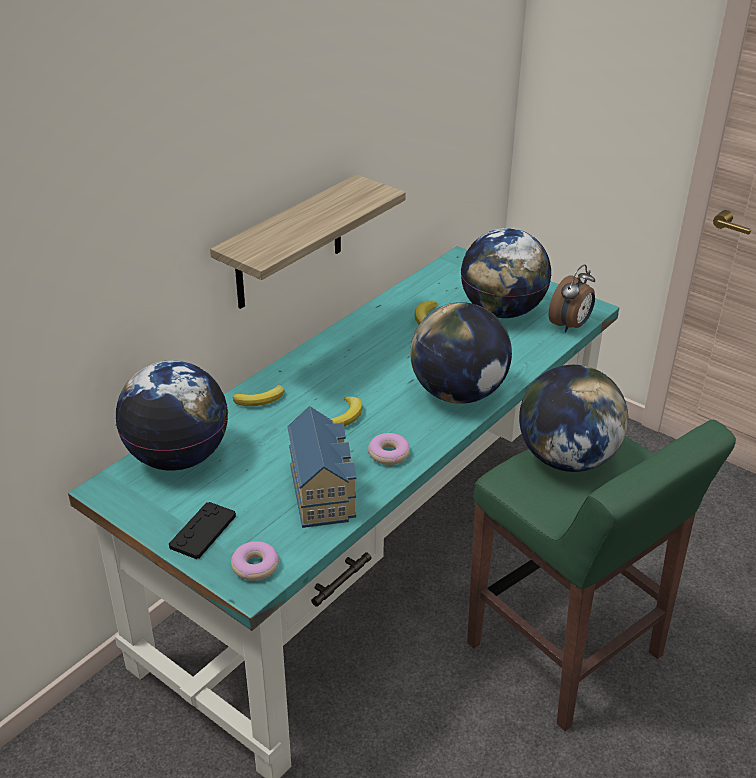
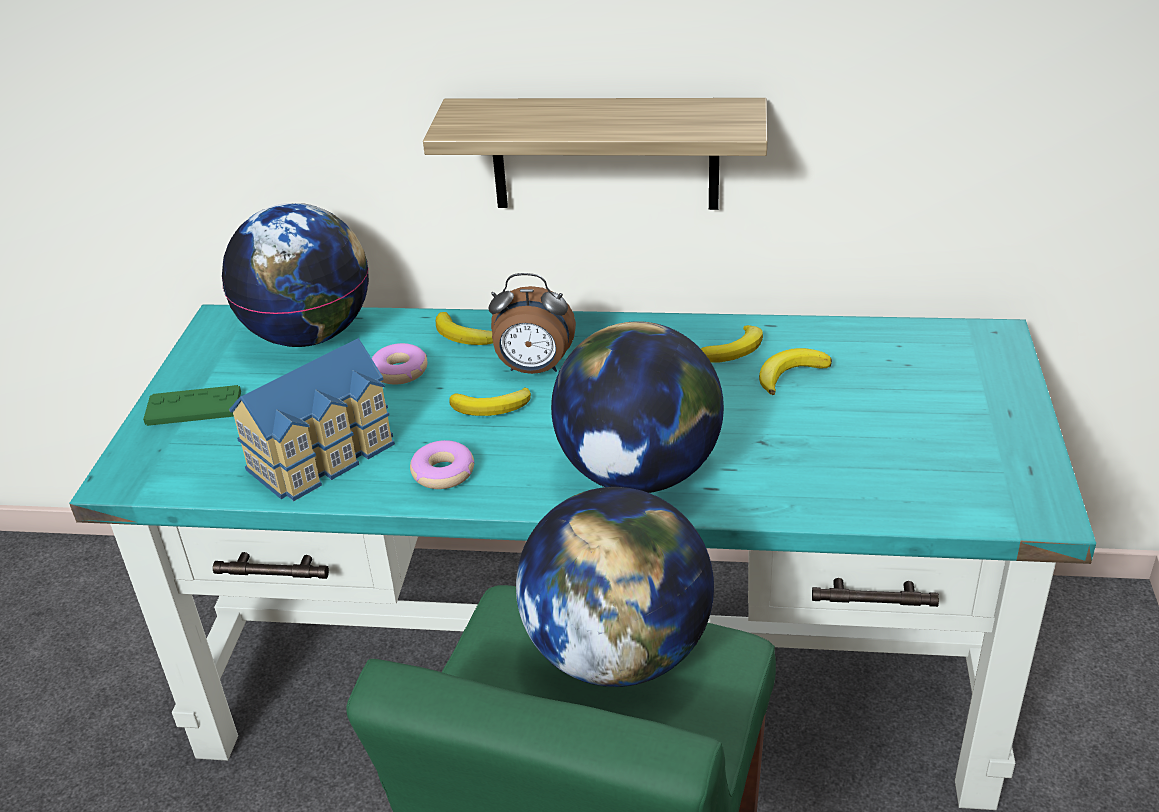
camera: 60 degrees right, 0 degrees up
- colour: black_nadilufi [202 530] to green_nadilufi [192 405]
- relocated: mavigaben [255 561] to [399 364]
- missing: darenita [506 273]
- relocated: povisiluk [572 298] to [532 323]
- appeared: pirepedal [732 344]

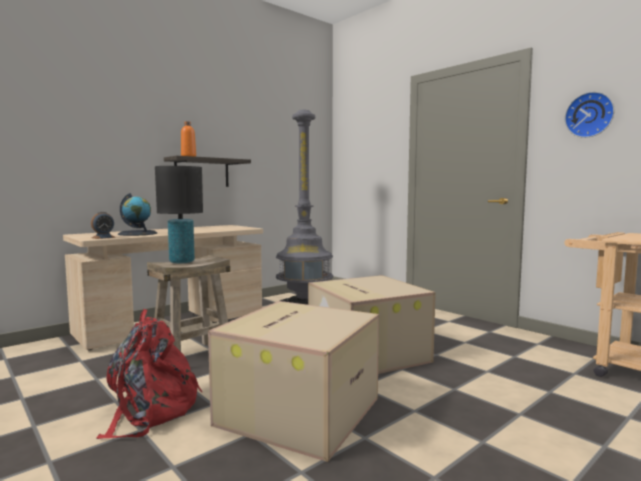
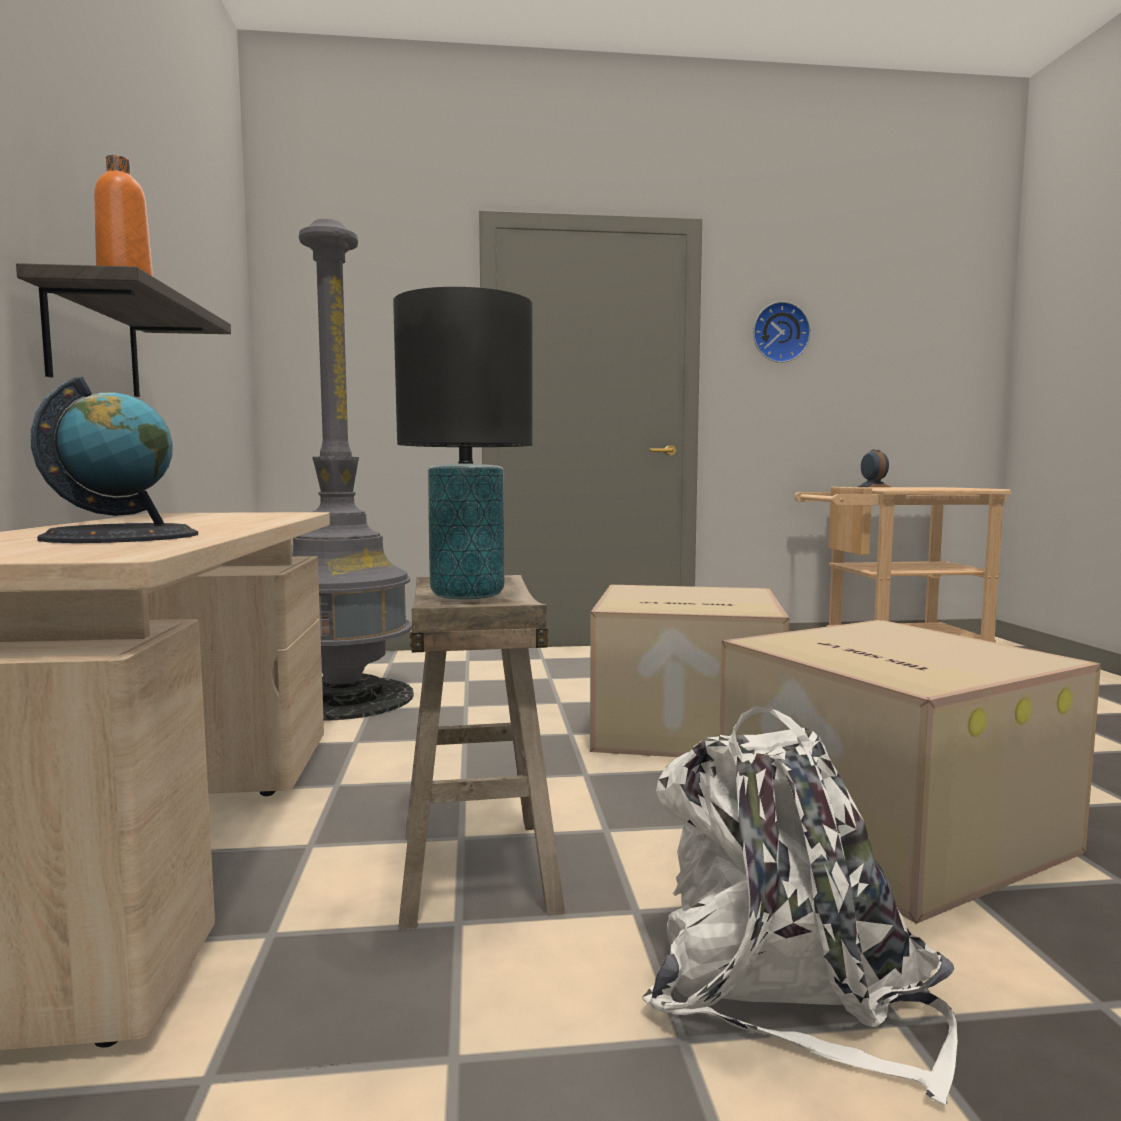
camera: 55 degrees left, 0 degrees up
- relocated: povisiluk [103 225] to [873 468]
- colour: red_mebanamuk [149 374] to white_mebanamuk [800 905]

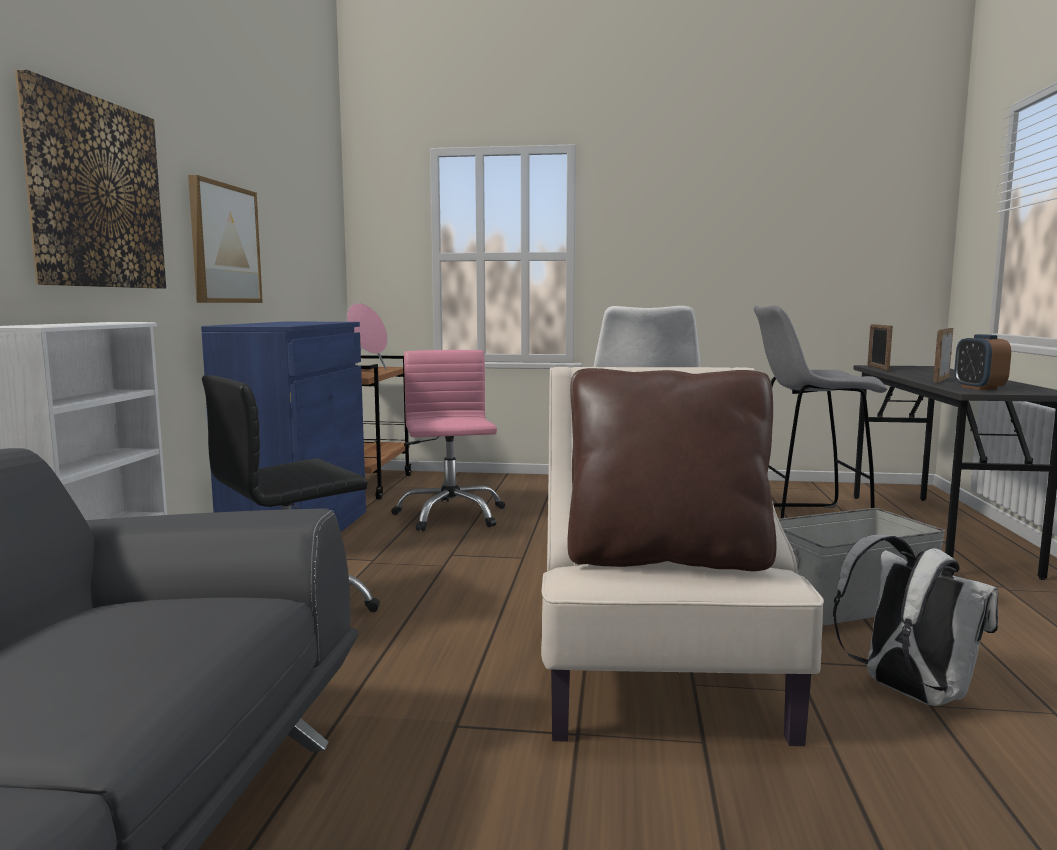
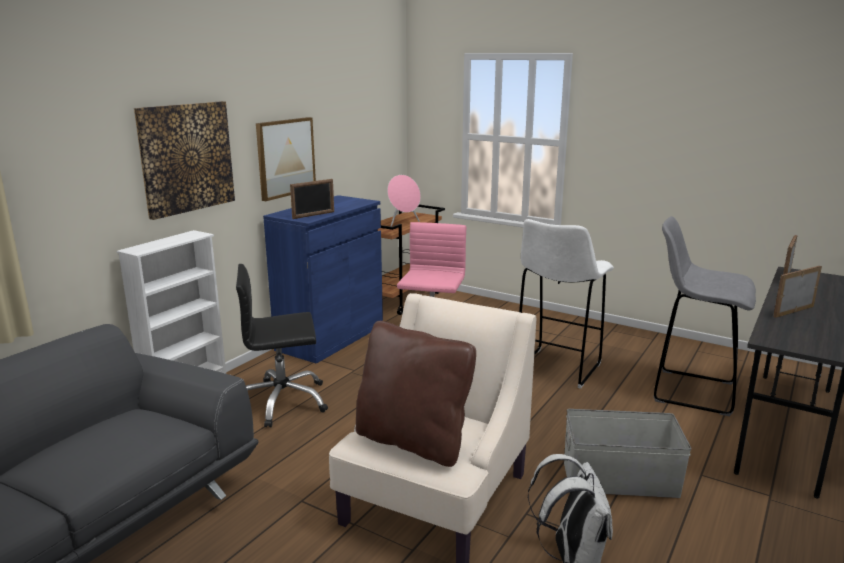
camera: 25 degrees right, 10 degrees up
- missing: povisiluk [982 362]
- appeared: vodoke [312 199]

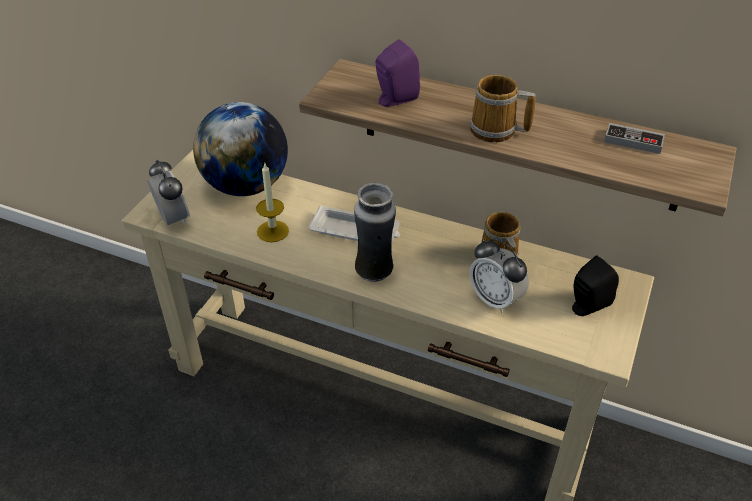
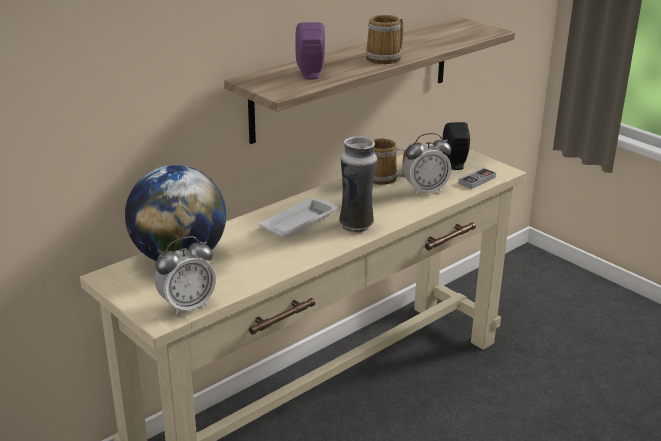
camera: 65 degrees left, 15 degrees down
- spun: povisiluk [168 192] = [185 276] 150 degrees clockwise
- missing: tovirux [272 203]
- relocated: nadilufi [634 138] to [477 178]

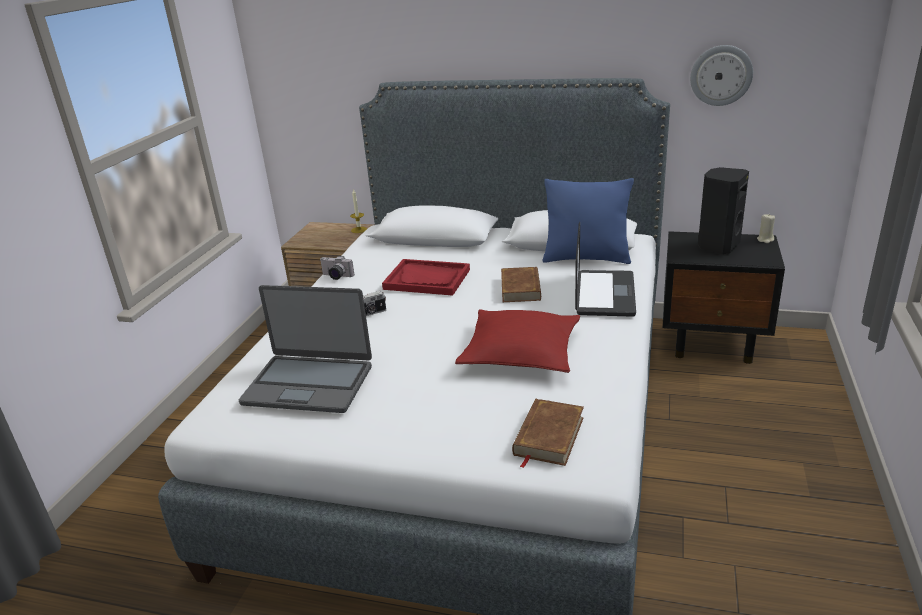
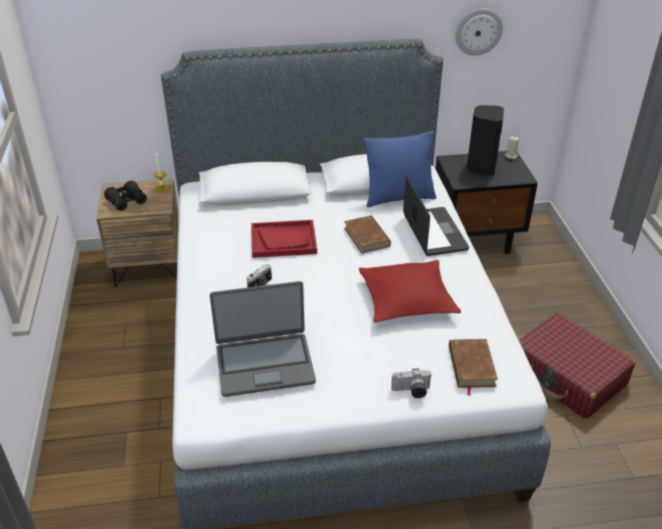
camera: 25 degrees left, 10 degrees up
- relocated: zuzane [337 268] to [411 383]
- appeared: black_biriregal [125 196]
- appeared: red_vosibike [577 366]

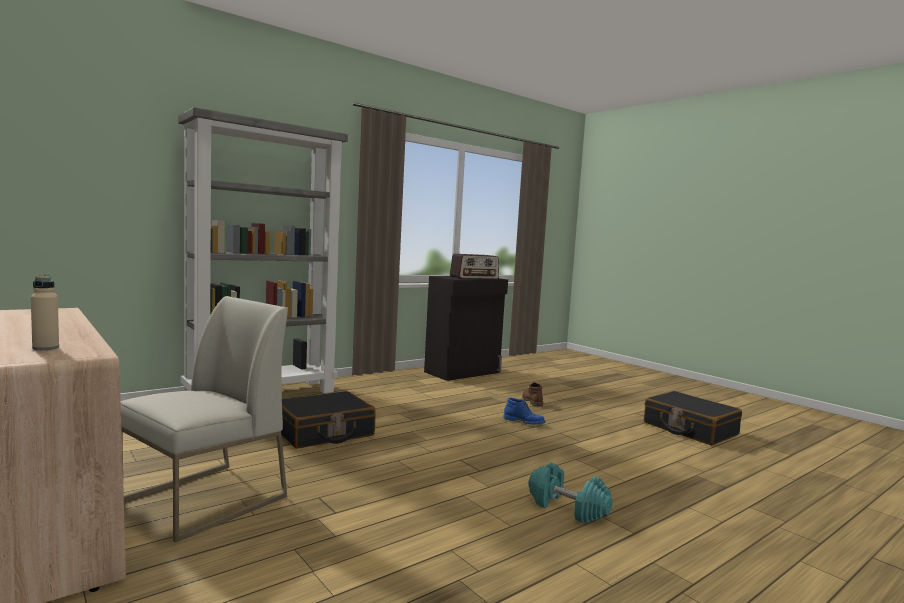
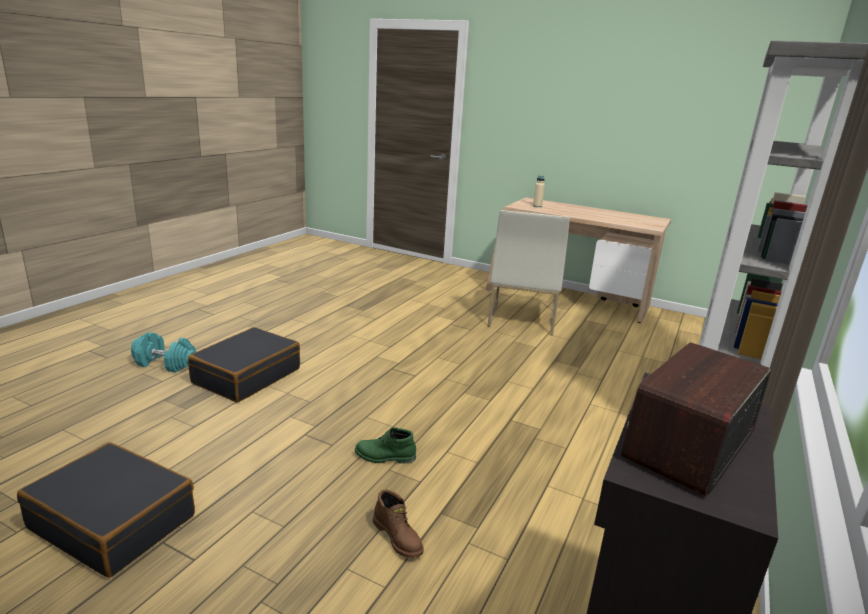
camera: 155 degrees right, 15 degrees up
- relocated: black_vosibike [328 420] to [244 365]
- colour: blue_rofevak [524 411] to green_rofevak [385 445]
- relocated: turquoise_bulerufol [571 492] to [163 352]

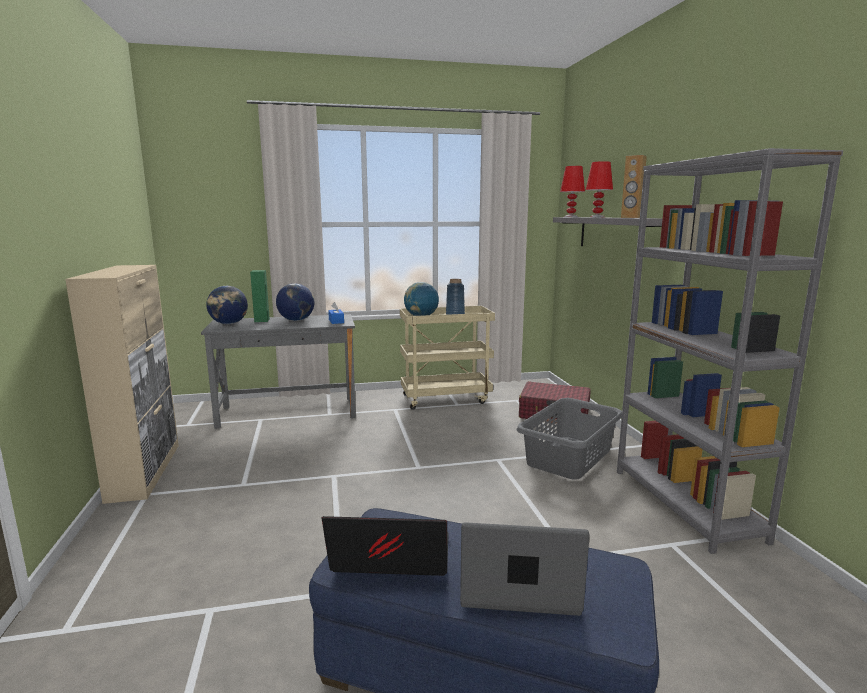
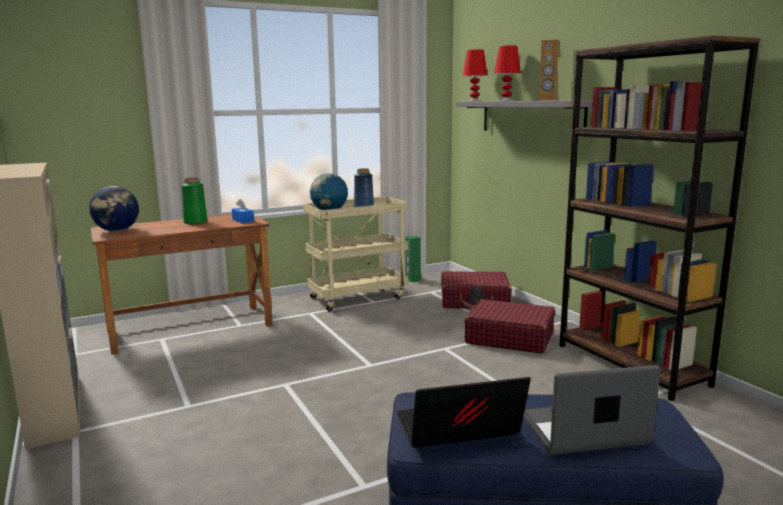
camera: 15 degrees left, 0 degrees up
- colour: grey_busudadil [278 371] to brown_busudadil [181 284]
- relocated: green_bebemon [260 296] to [413 259]
- exchanged: darenita [295 302] to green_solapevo [194 201]
- exchanged: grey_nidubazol [569 439] to red_vosibike [510 326]
- colour: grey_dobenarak [730 351] to brown_dobenarak [660 218]

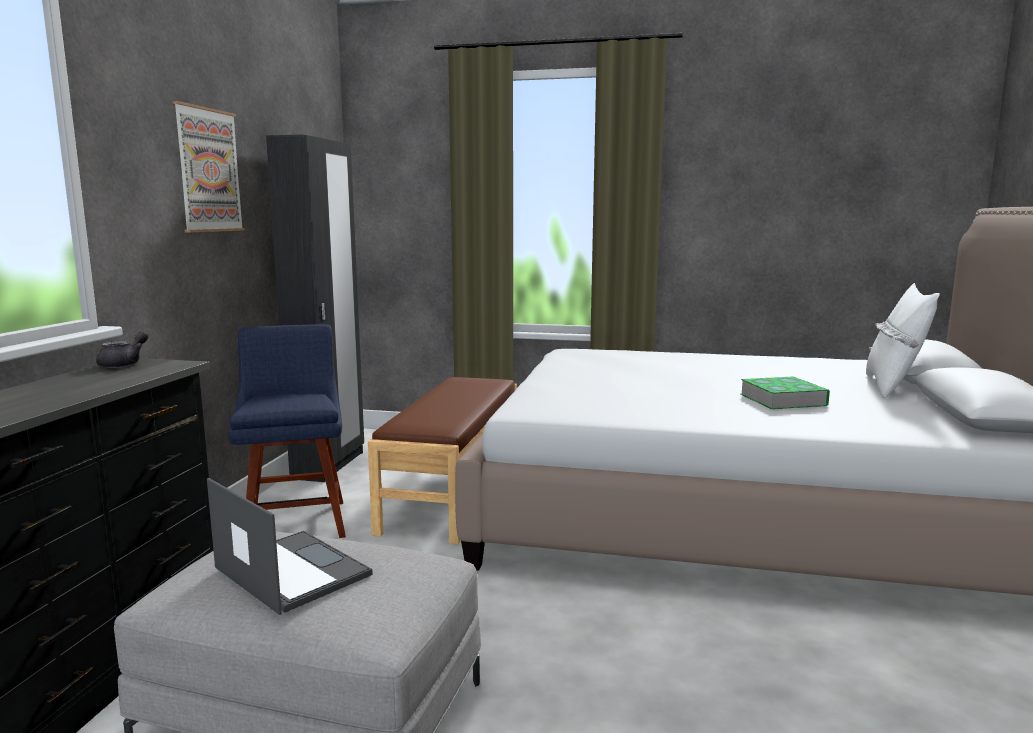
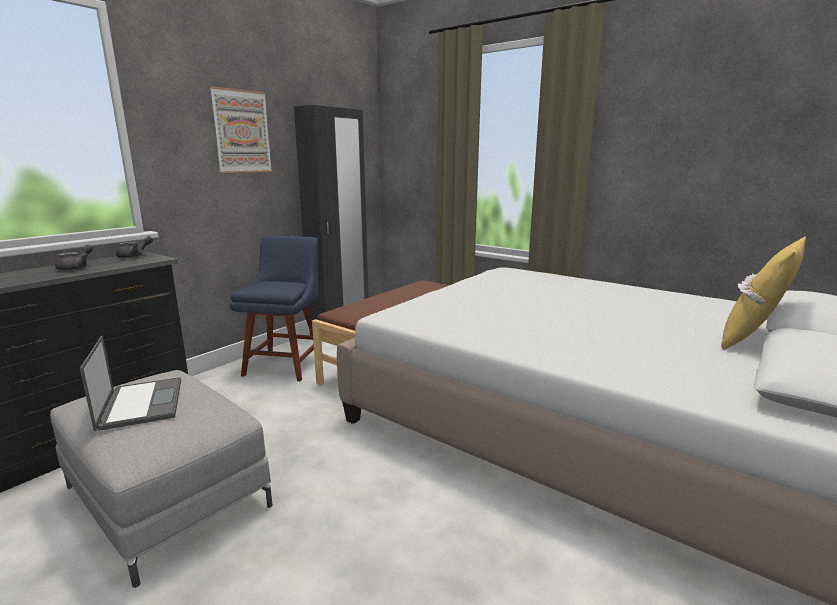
camera: 25 degrees right, 5 degrees up
- missing: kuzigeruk [785 392]
- colour: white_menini [903 340] to yellow_menini [763 293]
- appeared: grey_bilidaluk [74 258]

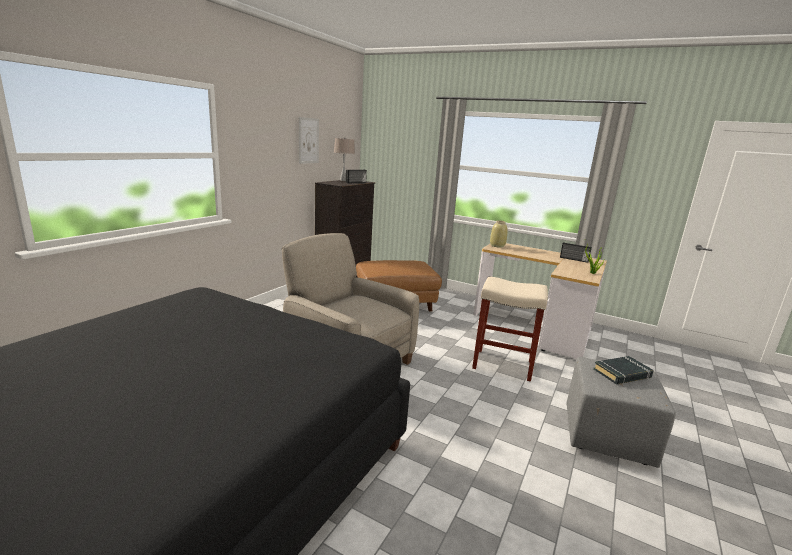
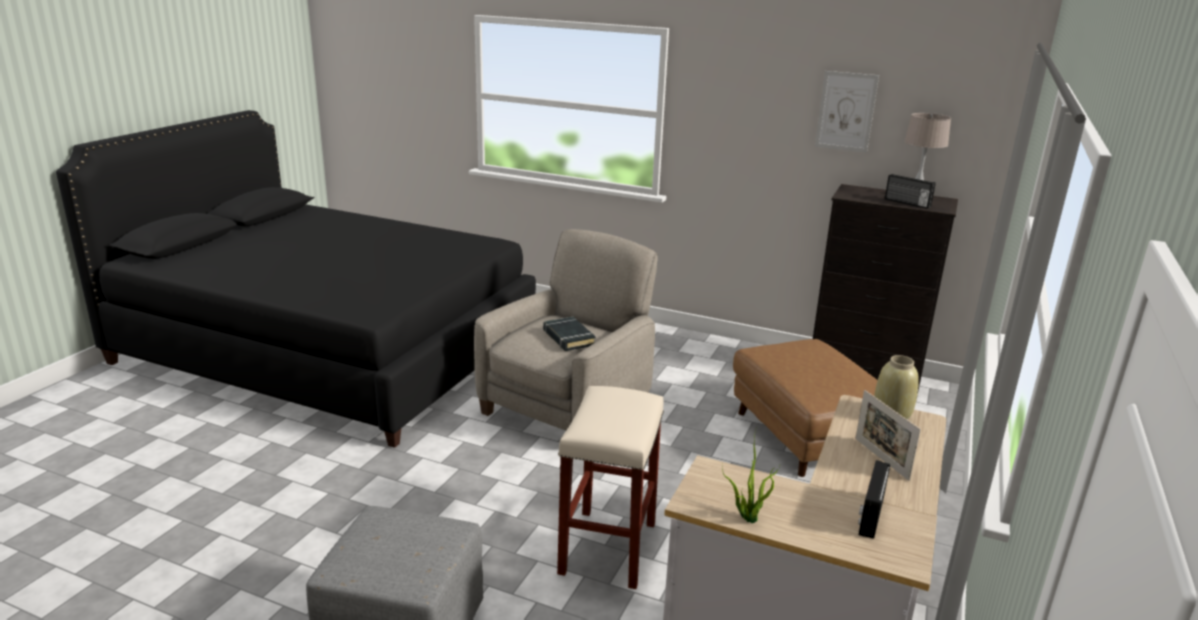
camera: 85 degrees right, 5 degrees up
- relocated: black_kuzigeruk [623 370] to [569 334]
- appeared: vodoke [888 435]

